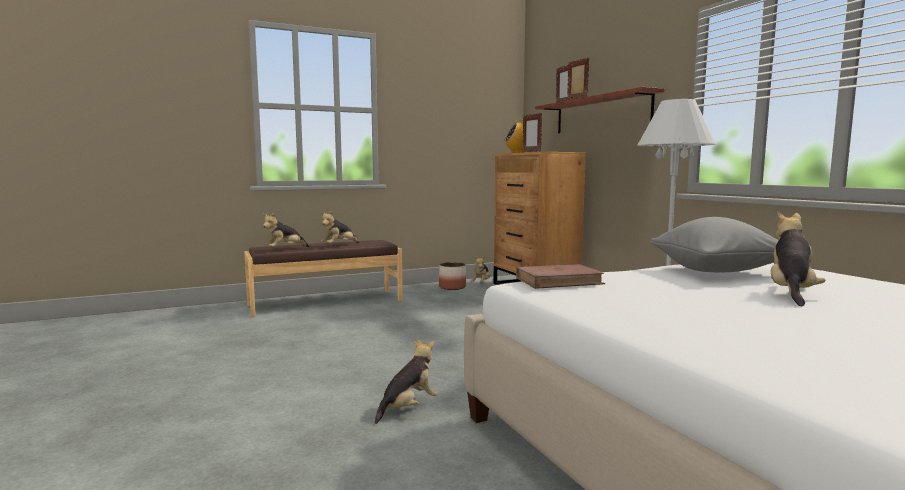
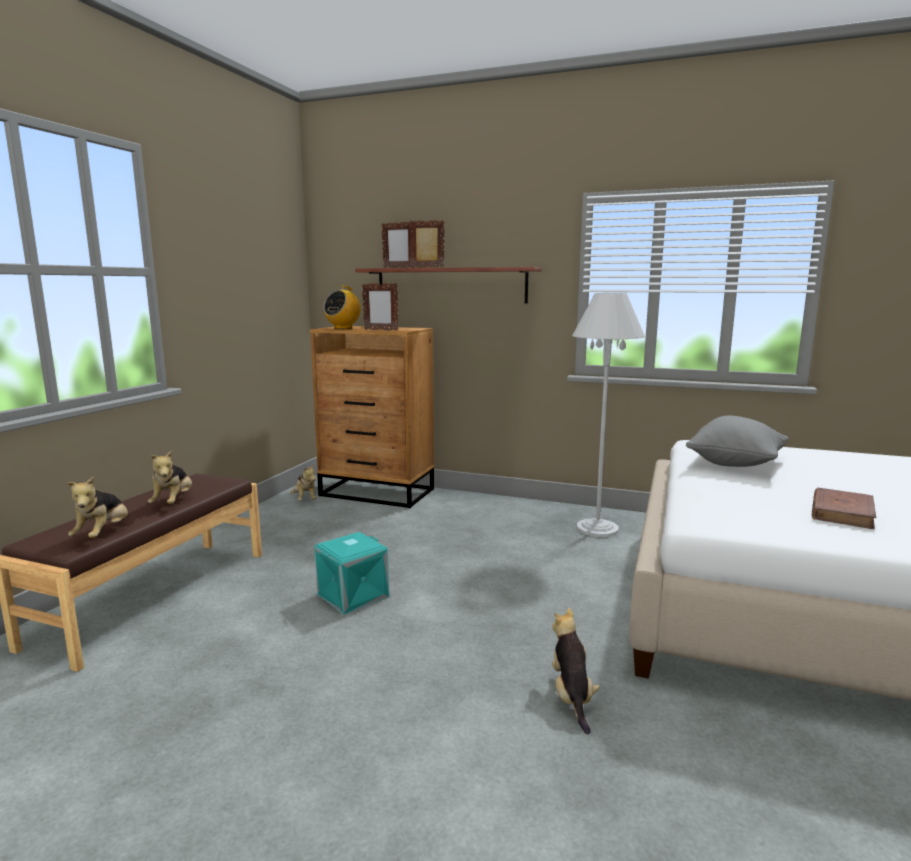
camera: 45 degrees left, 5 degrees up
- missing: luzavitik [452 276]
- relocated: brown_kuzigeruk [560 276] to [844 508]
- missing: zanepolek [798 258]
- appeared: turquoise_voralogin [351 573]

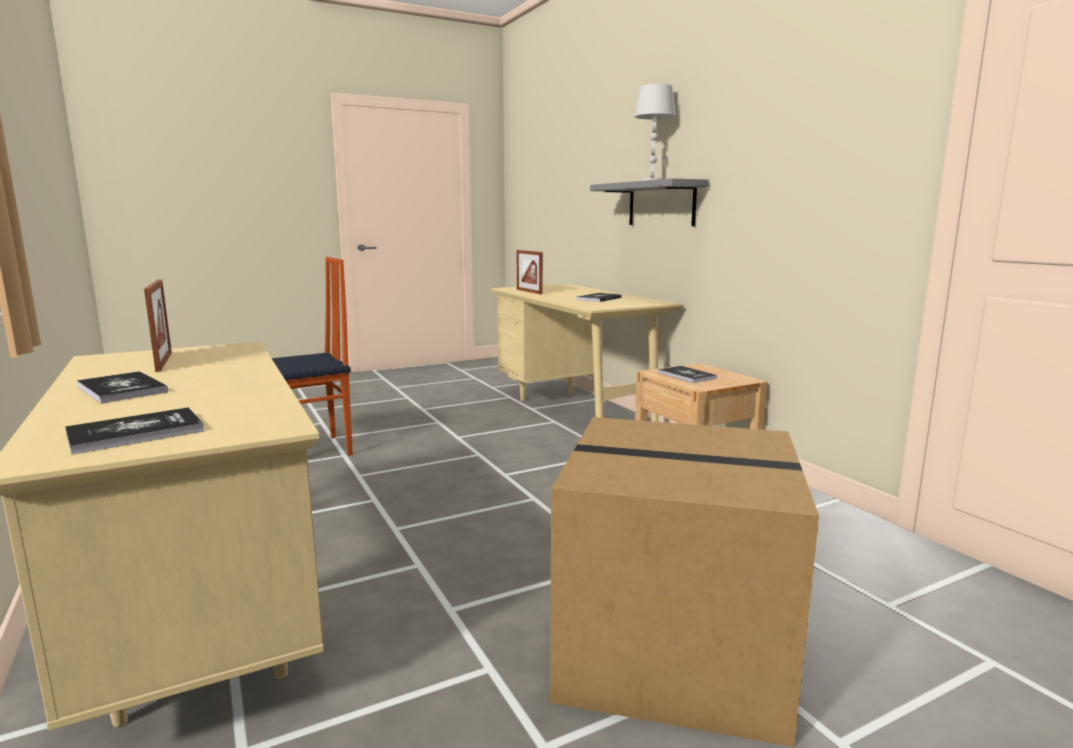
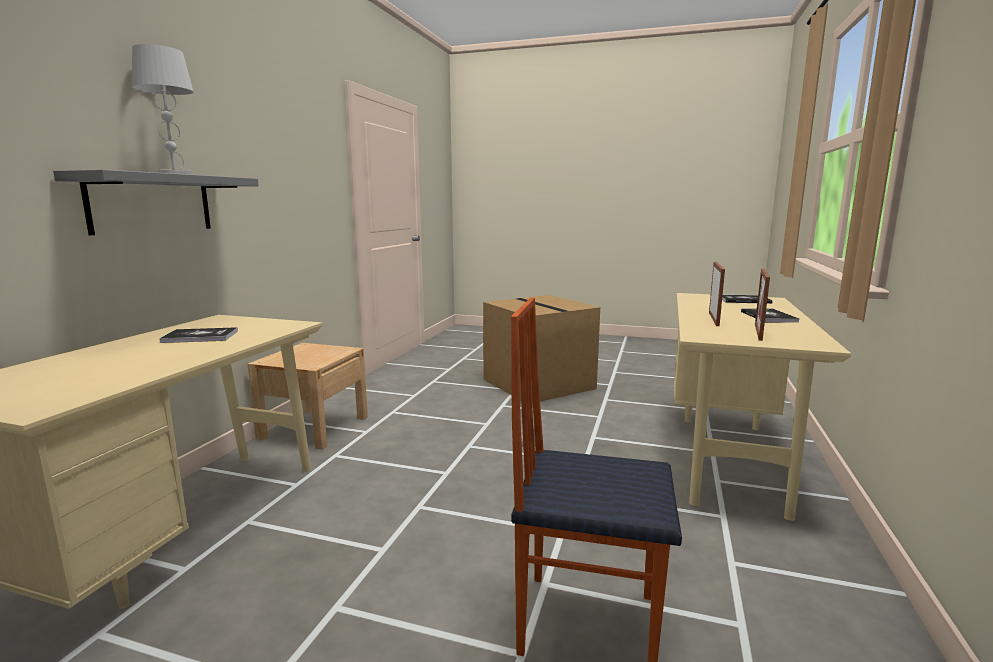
camera: 135 degrees left, 0 degrees up
- relocated: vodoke [530 272] to [717 294]
- missing: kuzigeruk [687 374]

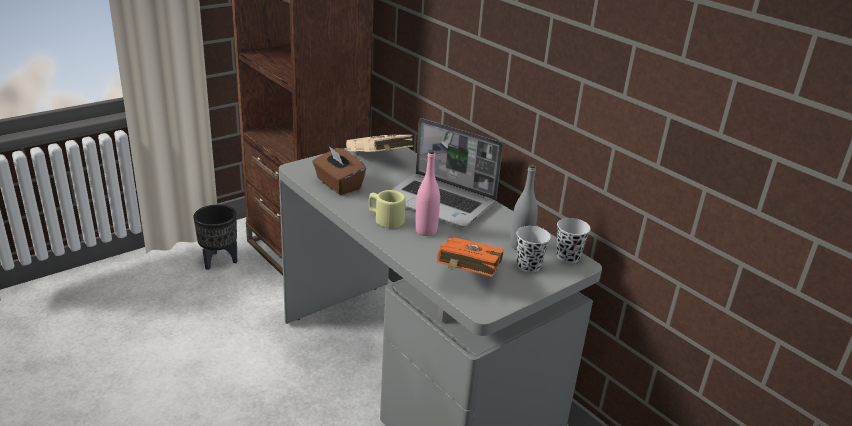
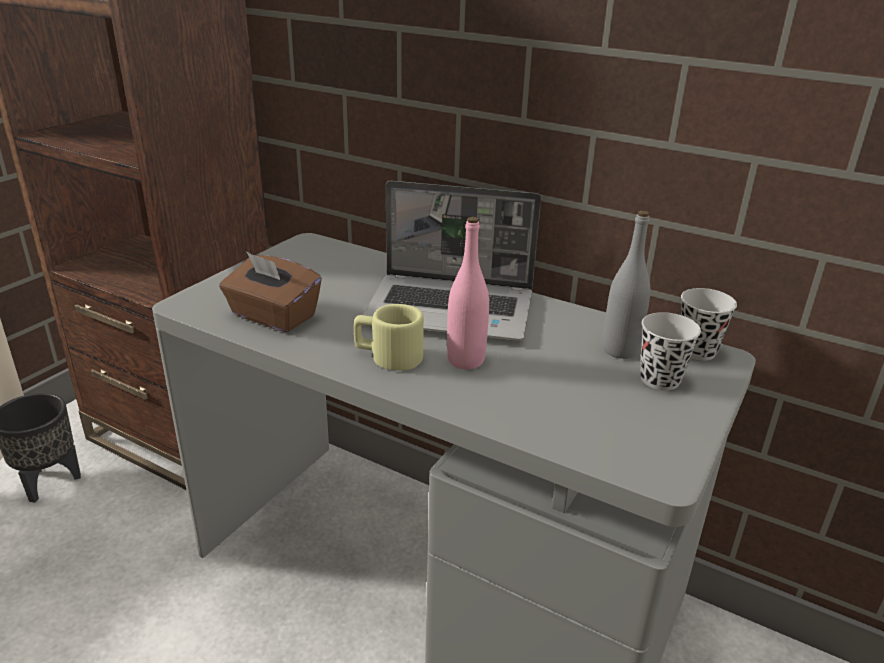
camera: 20 degrees left, 0 degrees up
- missing: beige_kuzigeruk [379 143]
- missing: orange_kuzigeruk [470 257]

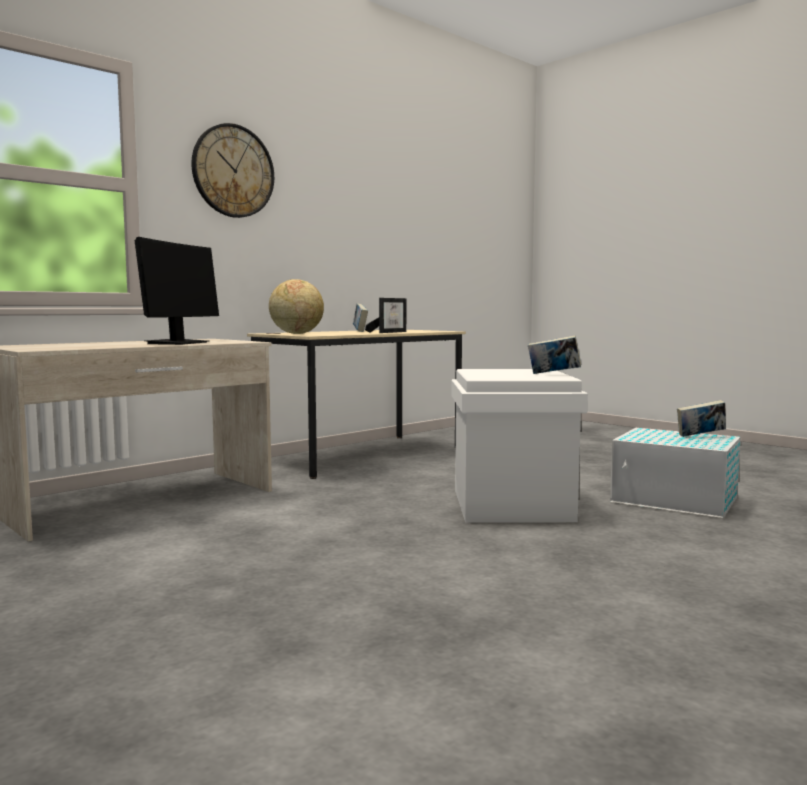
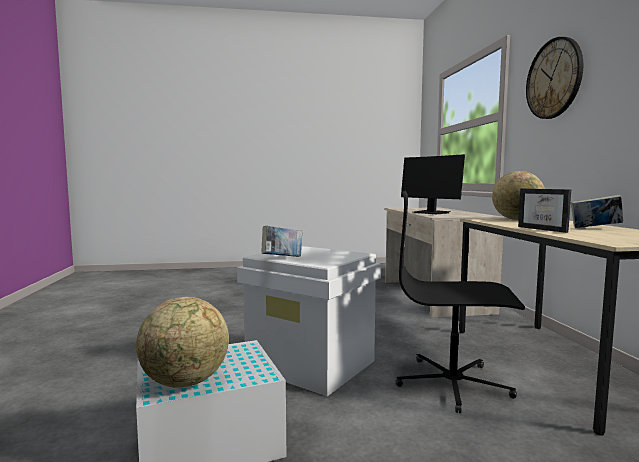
camera: 125 degrees right, 0 degrees up
- exchanged: kuzigeruk [701 418] to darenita [182 342]
- appeared: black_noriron [460 302]

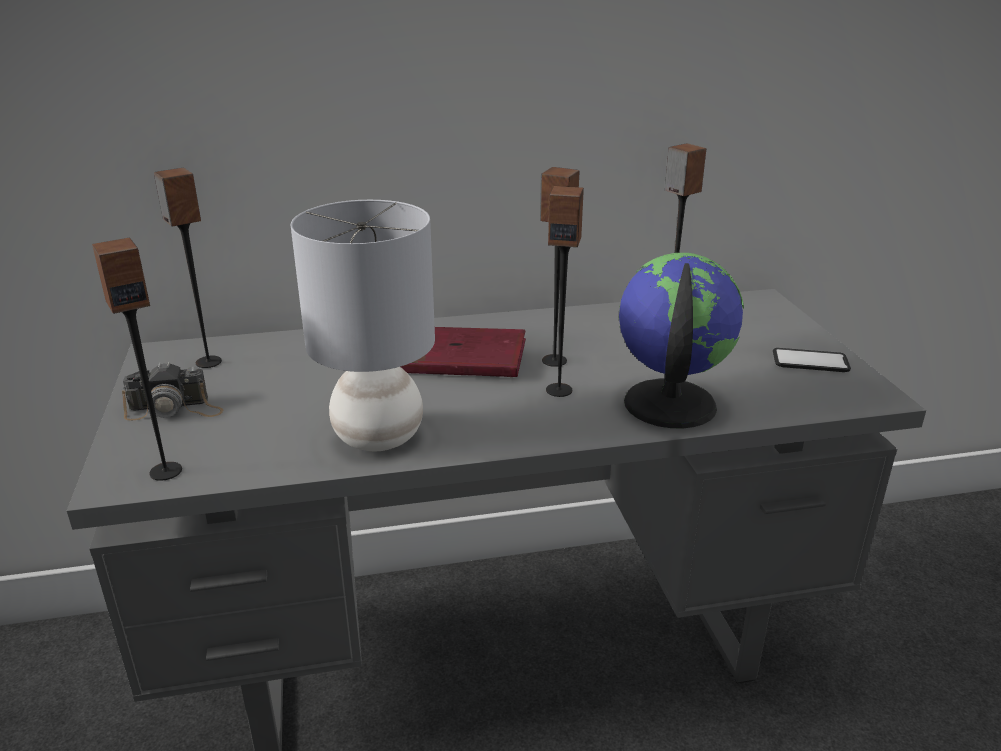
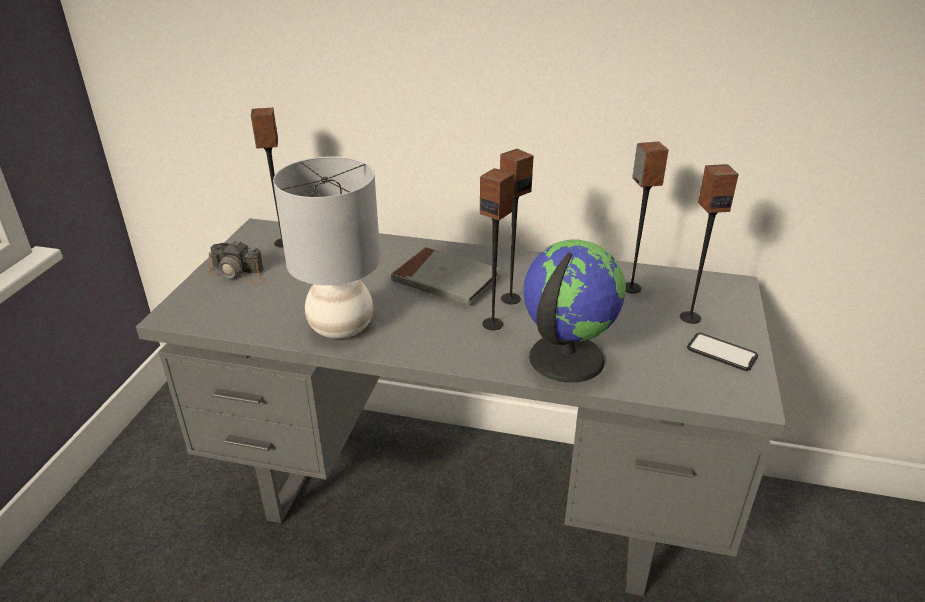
camera: 25 degrees right, 5 degrees up
- relocated: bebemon [137 359] to [709 244]
- colour: red_kuzigeruk [463 352] to grey_kuzigeruk [446 276]

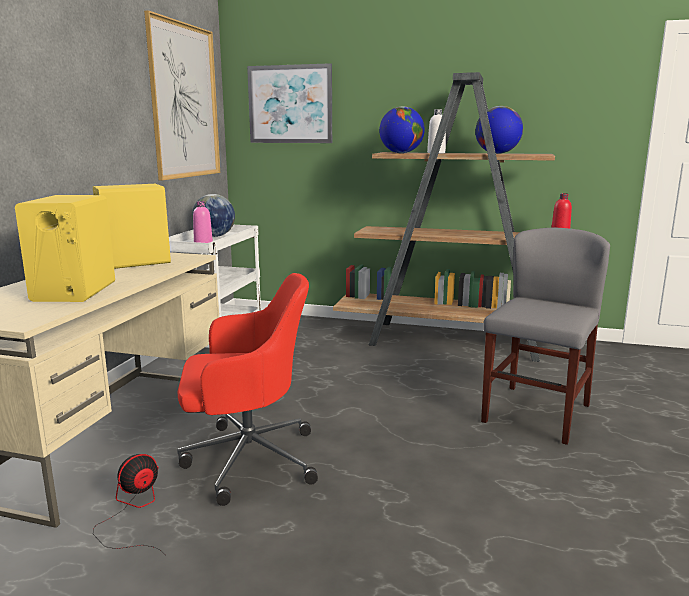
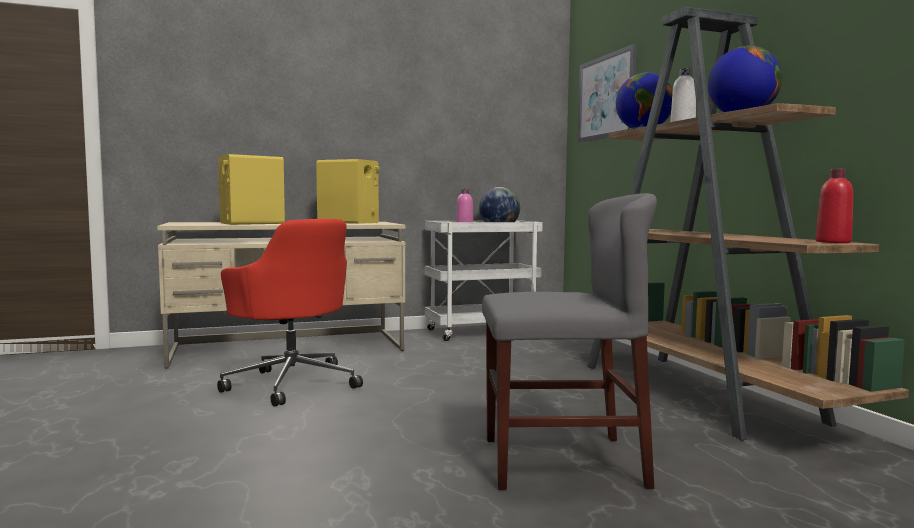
camera: 55 degrees right, 10 degrees down
- missing: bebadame [129 505]
- missing: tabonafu [182 95]

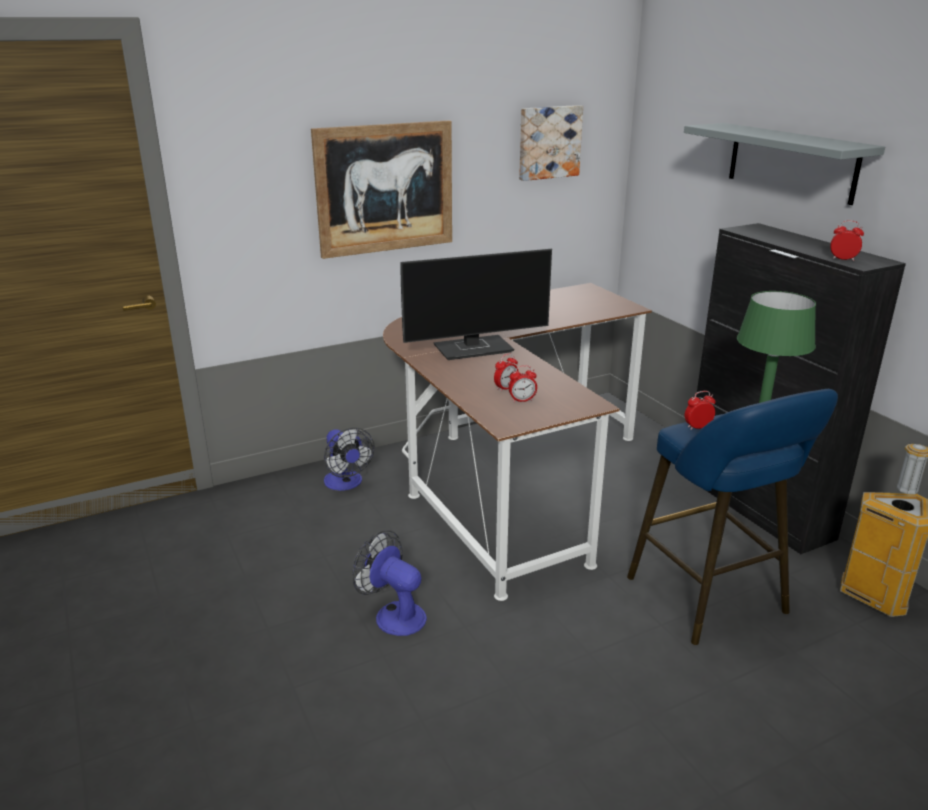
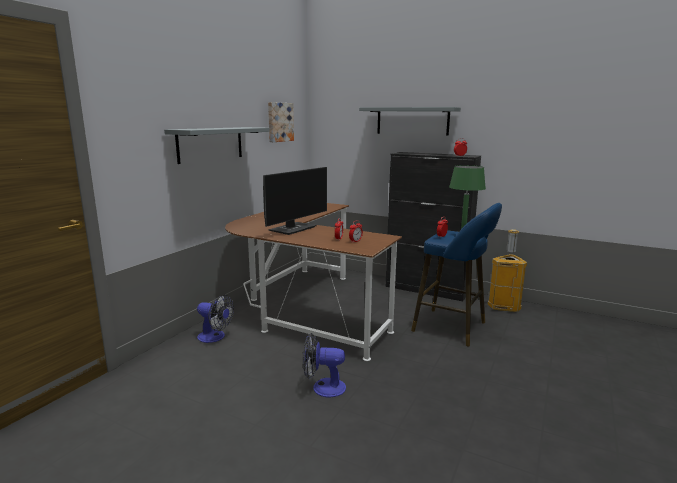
camera: 35 degrees left, 10 degrees down
- exchanged: tabonafu [381 189] to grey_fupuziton [217 145]

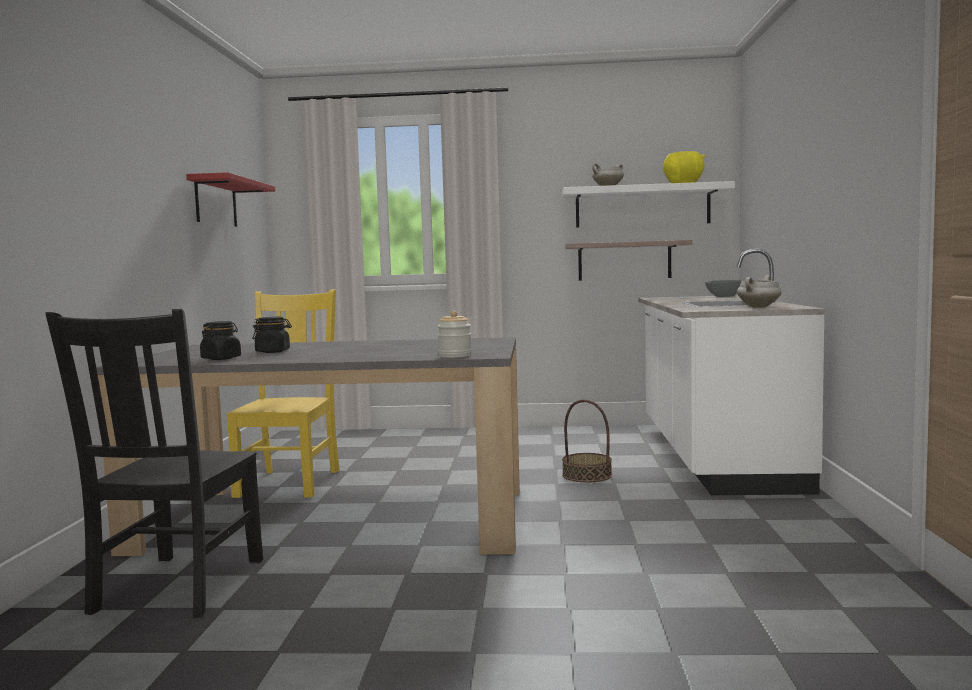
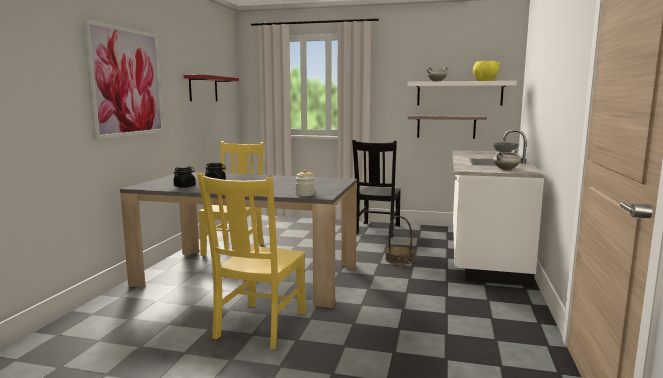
camera: 10 degrees right, 5 degrees up
- relocated: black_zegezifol [154 463] to [376 189]
- appeared: tabonafu [123 79]
- appeared: yellow_zegezifol [251 261]

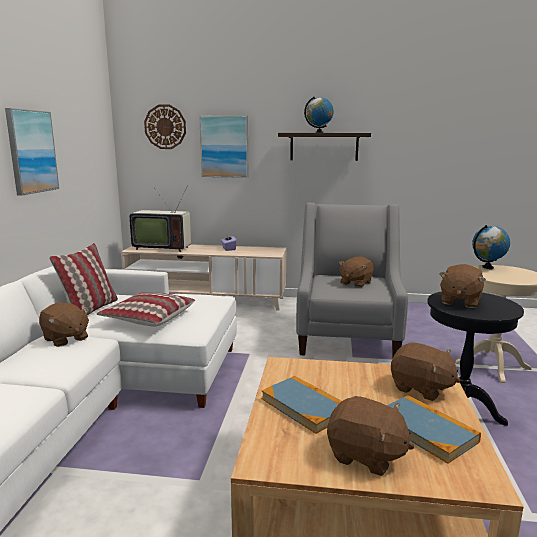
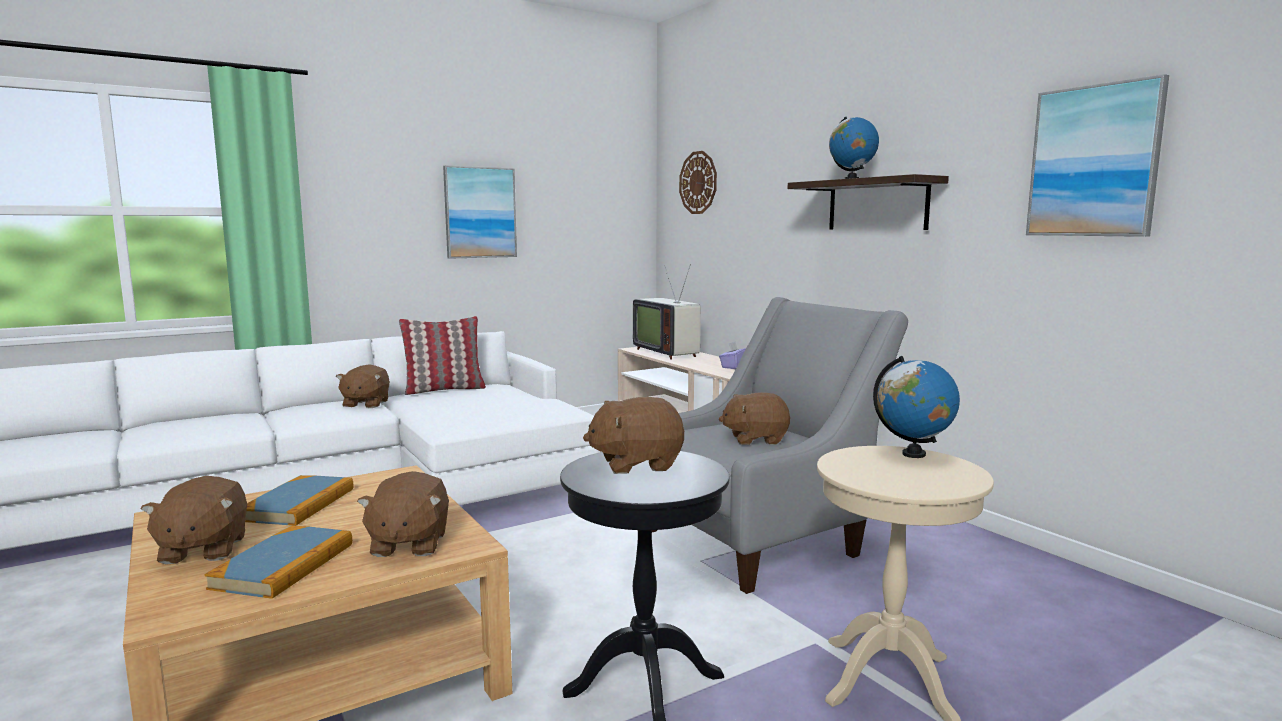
camera: 50 degrees right, 5 degrees down
- missing: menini [146 309]
- relocated: tabonafu [223 146] to [1097 155]

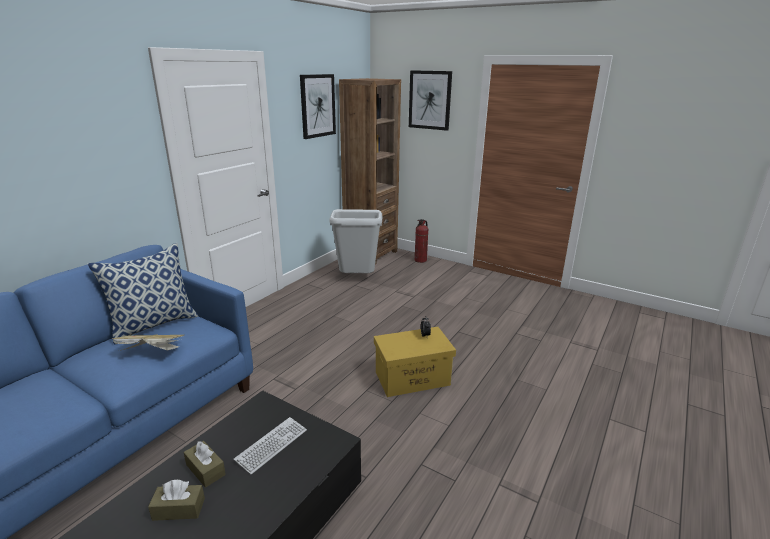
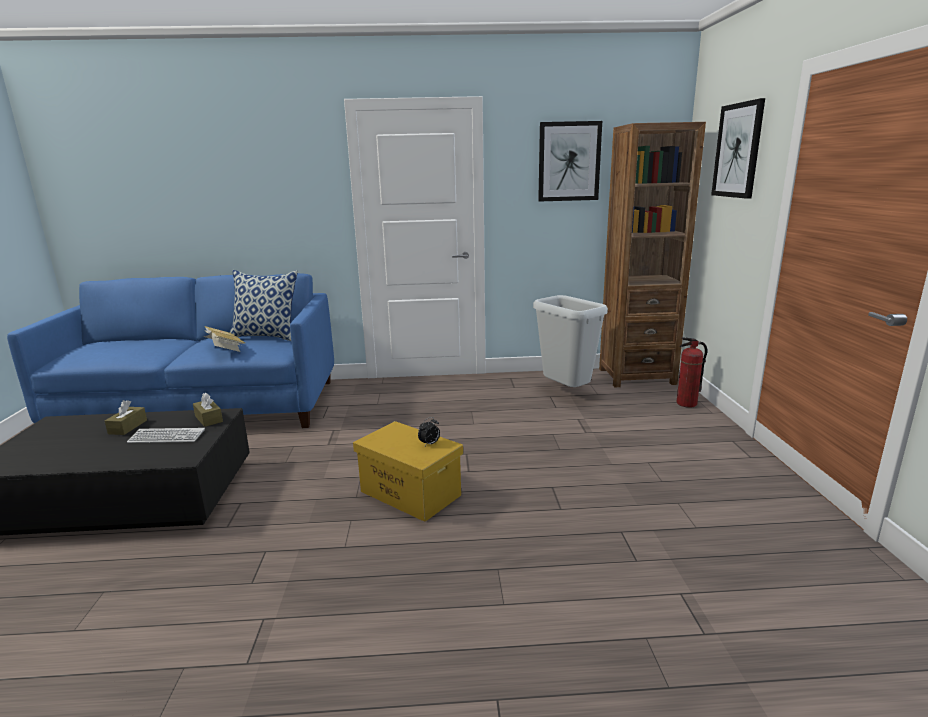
camera: 55 degrees right, 5 degrees down
- relocated: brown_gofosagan [176 500] to [208 410]

